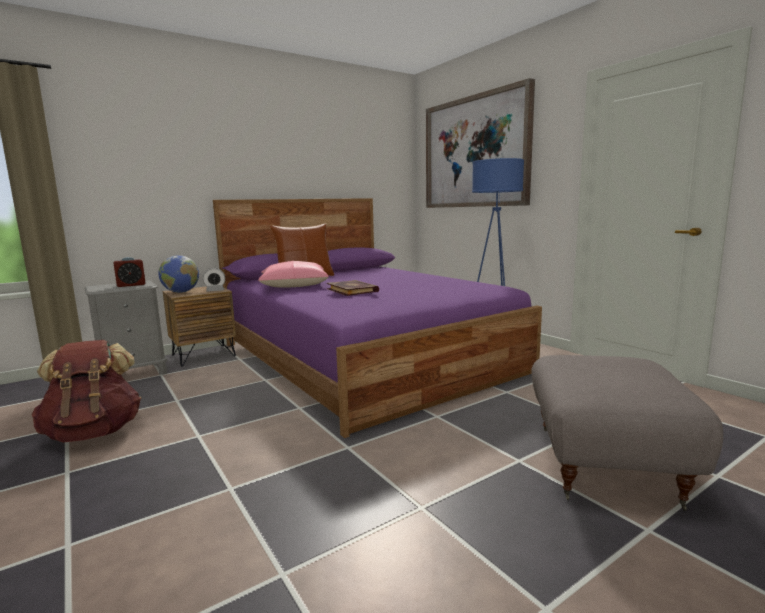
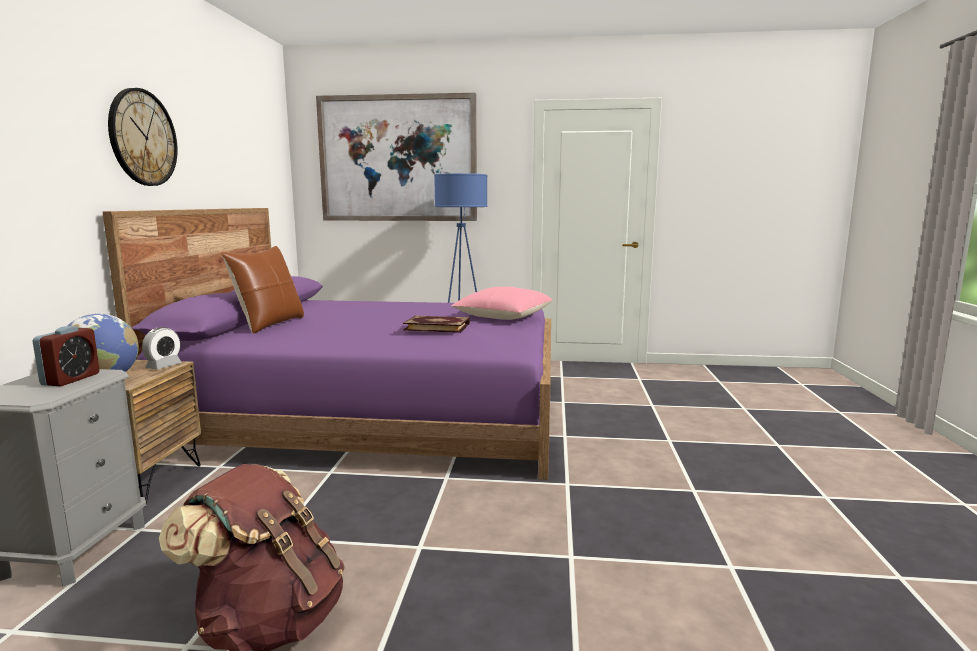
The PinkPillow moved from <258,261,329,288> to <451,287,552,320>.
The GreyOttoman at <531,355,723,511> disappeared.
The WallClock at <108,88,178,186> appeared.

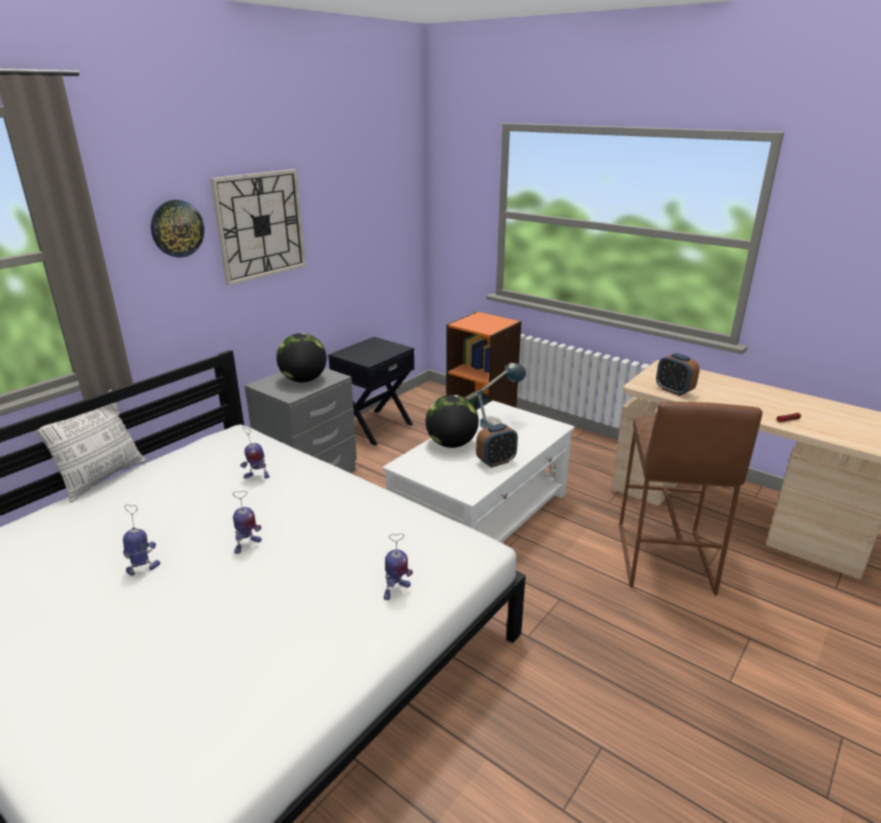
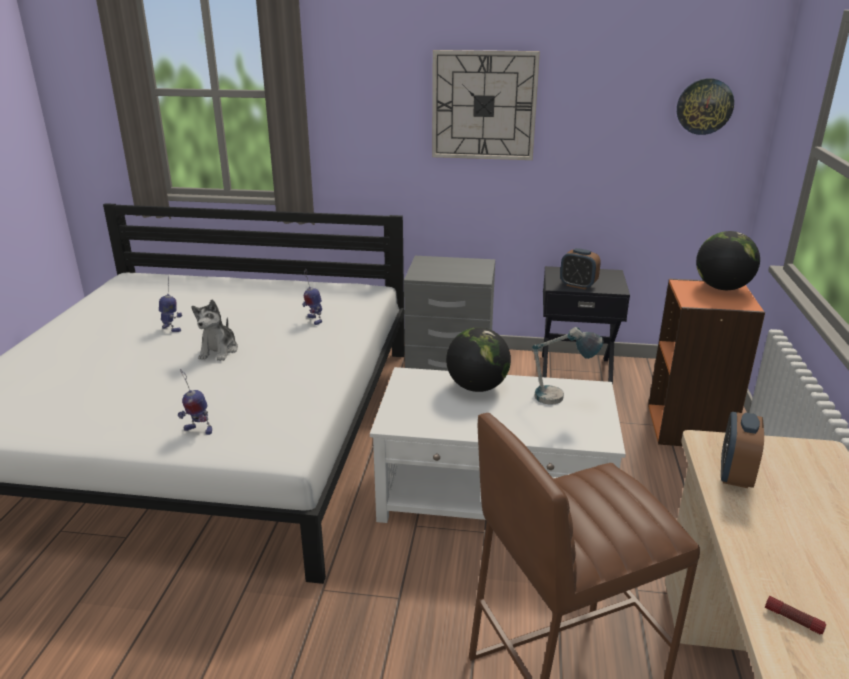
The Pillow at <35,390,146,503> disappeared.
The WallClock moved from <151,200,204,258> to <677,78,734,135>.
The ToyRobot at <233,491,262,554> was replaced by the PlushToy at <191,300,238,361>.
The Globe moved from <276,333,327,382> to <696,231,760,290>.
The AlarmClock moved from <476,424,518,468> to <560,248,601,290>.

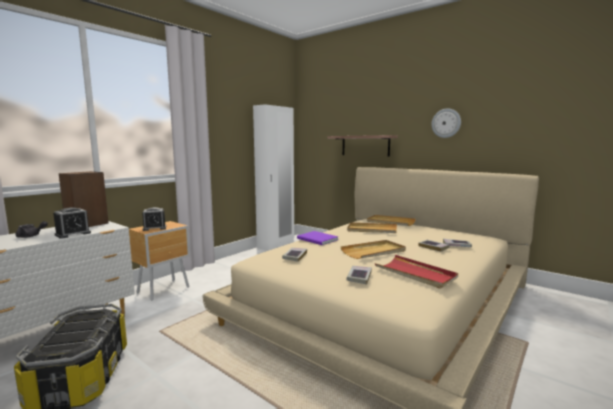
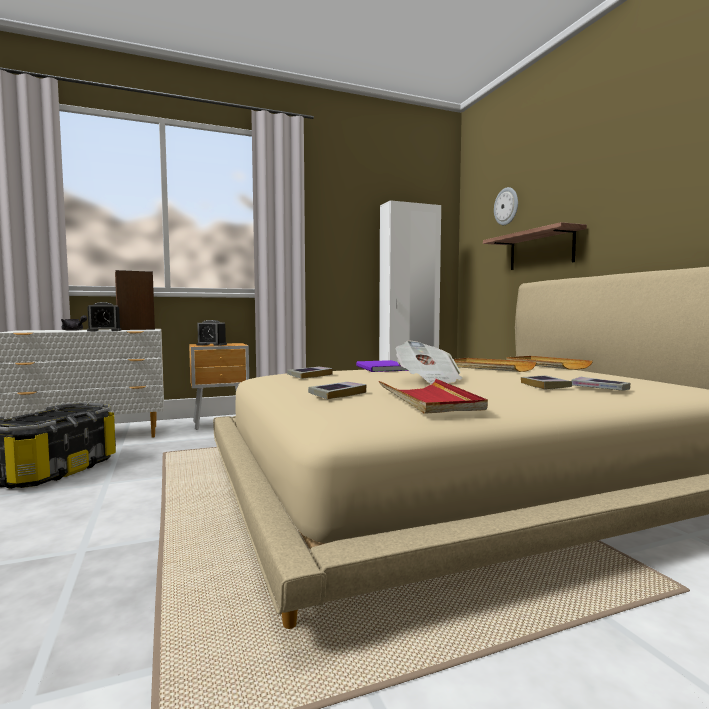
The BeigeTray at <341,240,406,259> was replaced by the Newspaper at <395,341,463,384>.
The WallClock moved from <431,108,461,138> to <494,187,518,225>.

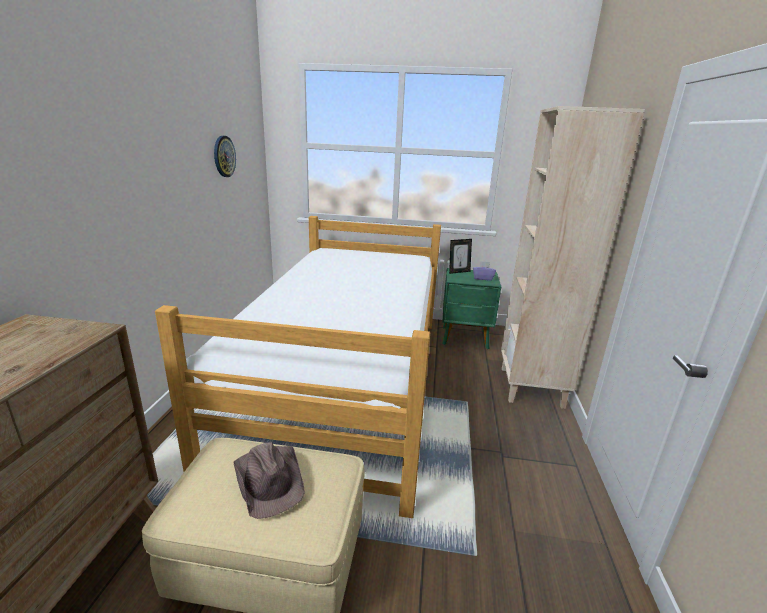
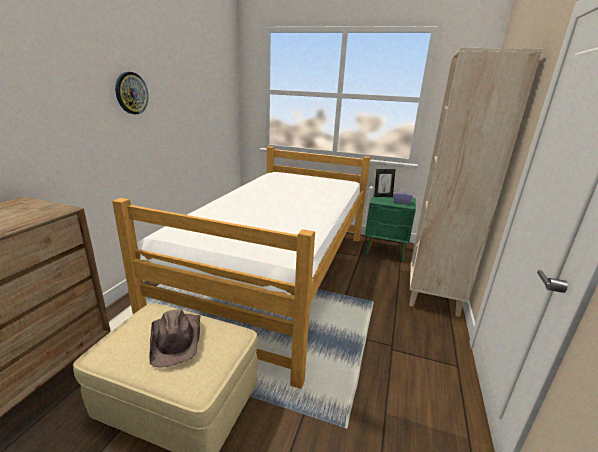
The WallClock moved from <214,136,236,177> to <115,72,148,114>.

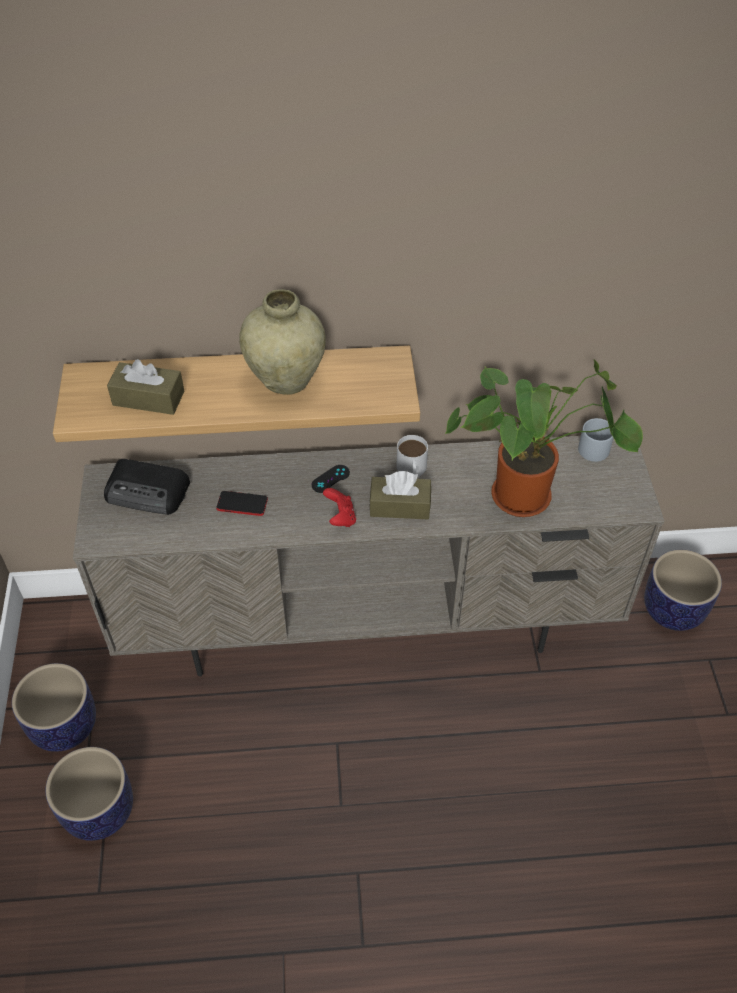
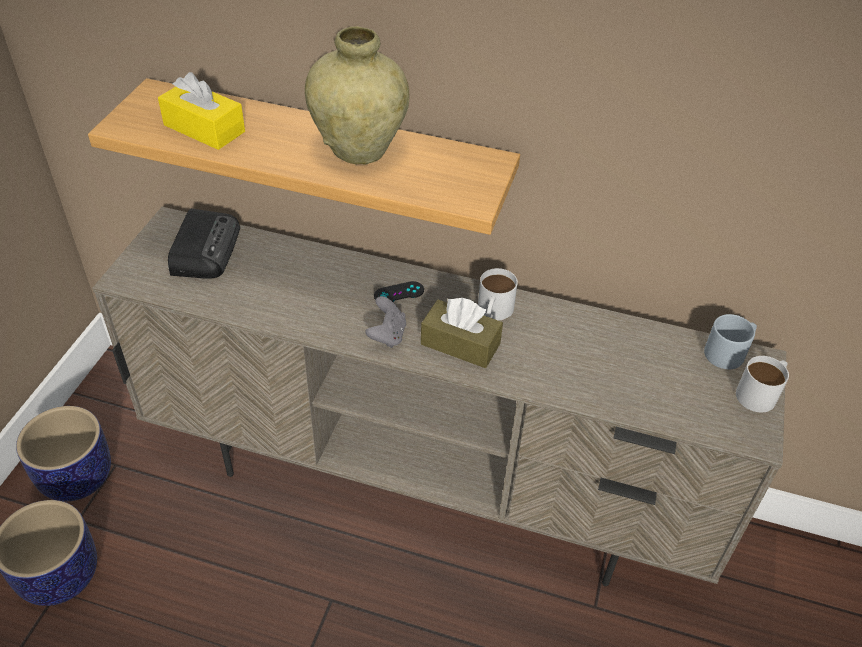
The Radio at <104,459,190,515> turned 120 degrees counterclockwise.
The BrownTissueBox at <107,359,184,415> became the YellowTissueBox at <158,72,245,150>.
The Phone at <216,491,268,516> disappeared.
The RedGameController at <323,488,356,527> became the GreyGameController at <366,296,406,348>.
The PottedPlant at <445,359,643,517> disappeared.
The Planter at <644,550,722,631> disappeared.
The WhiteMug at <736,356,789,412> appeared.

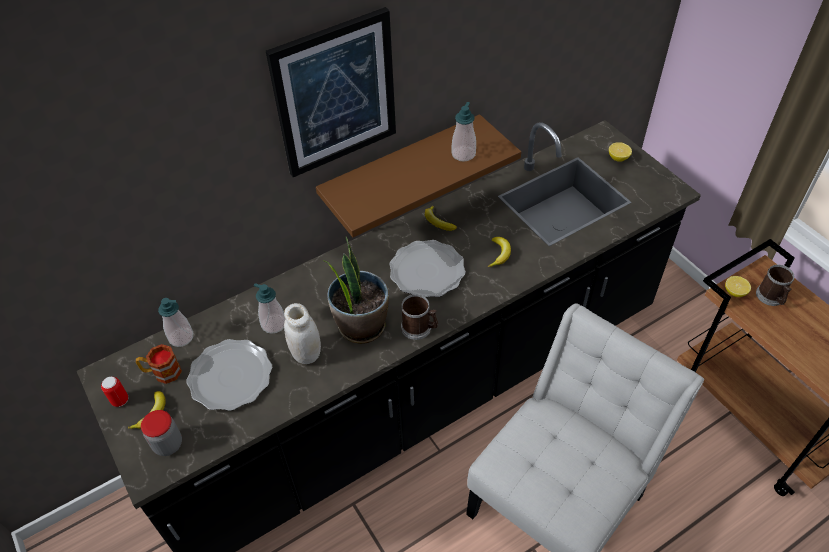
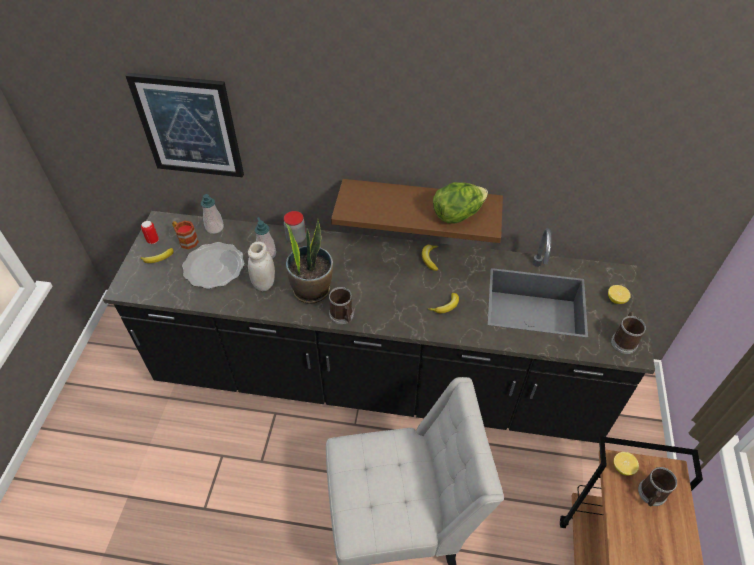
The Jar moved from <141,410,182,456> to <284,211,306,244>.
The Picture moved from <266,7,396,177> to <126,73,244,177>.
The Plate at <389,240,466,297> disappeared.
The SoapDispenser at <451,102,476,162> was replaced by the Lettuce at <433,182,488,223>.
The Mug at <611,311,646,354> appeared.

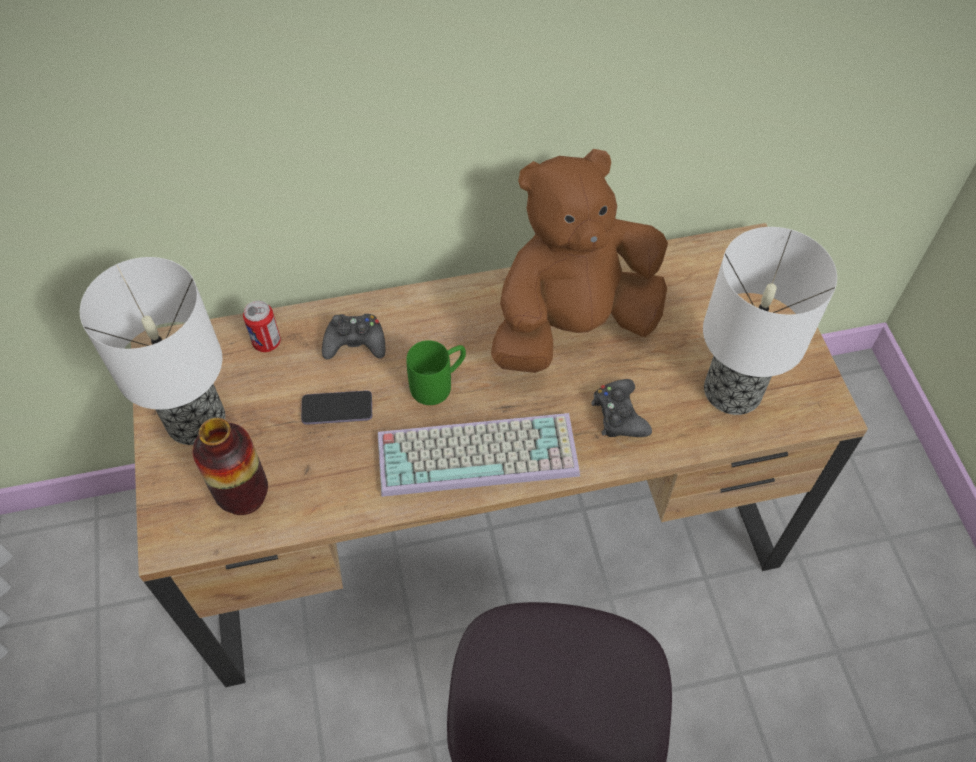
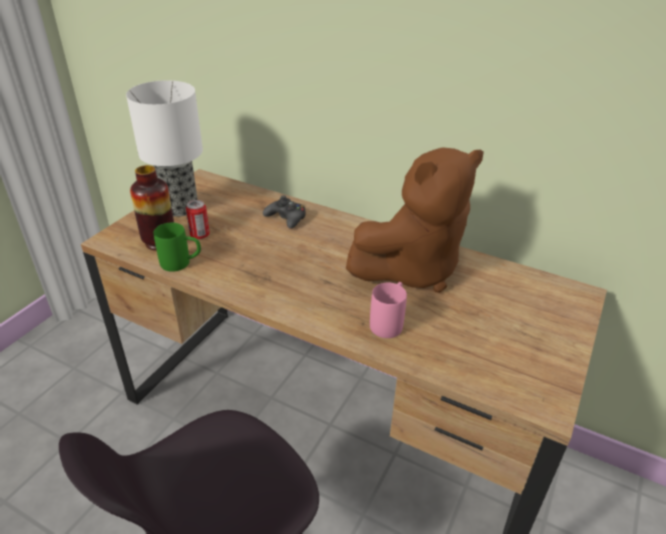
The Can moved from <243,301,281,352> to <186,200,210,239>.
The Phone at <301,390,372,425> disappeared.
The Keyboard at <378,413,580,497> disappeared.
The GreenMug moved from <406,340,466,405> to <154,223,201,272>.
The BrownPlushToy at <491,149,668,373> turned 135 degrees clockwise.
The BlackGameController at <591,379,652,437> was replaced by the PinkMug at <370,282,407,338>.
The TableLamp at <703,227,837,415> disappeared.

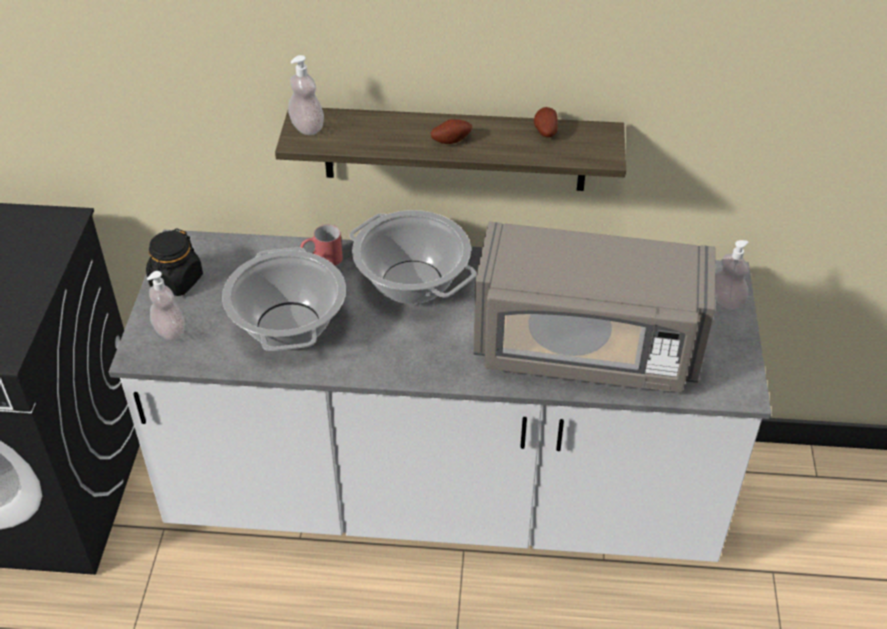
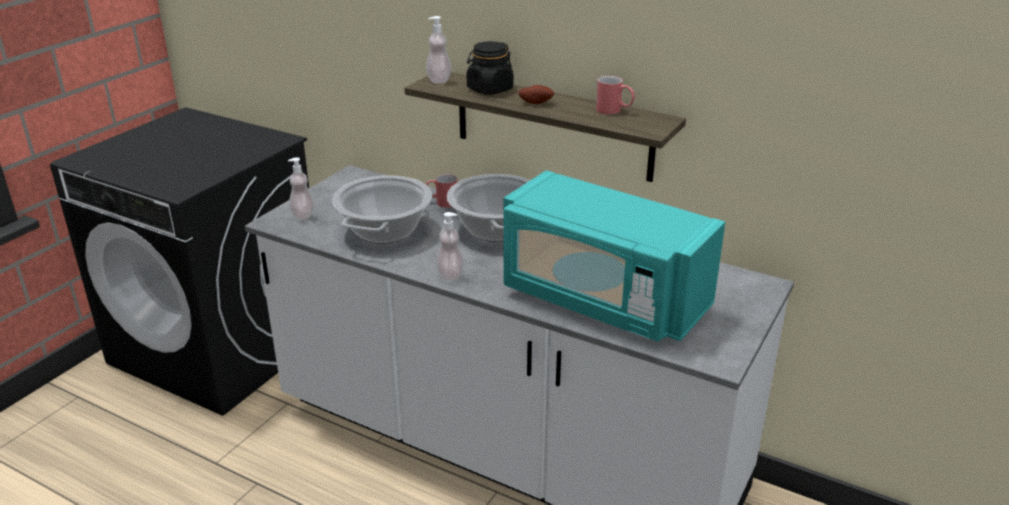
The BlackJar moved from <146,228,203,296> to <467,41,513,95>.
The GreyMicrowave at <473,221,716,392> became the TurquoiseMicrowave at <503,170,725,341>.
The Potato at <534,107,558,137> was replaced by the RedMug at <596,76,635,114>.
The SoapDispenser moved from <715,240,749,310> to <436,212,464,281>.

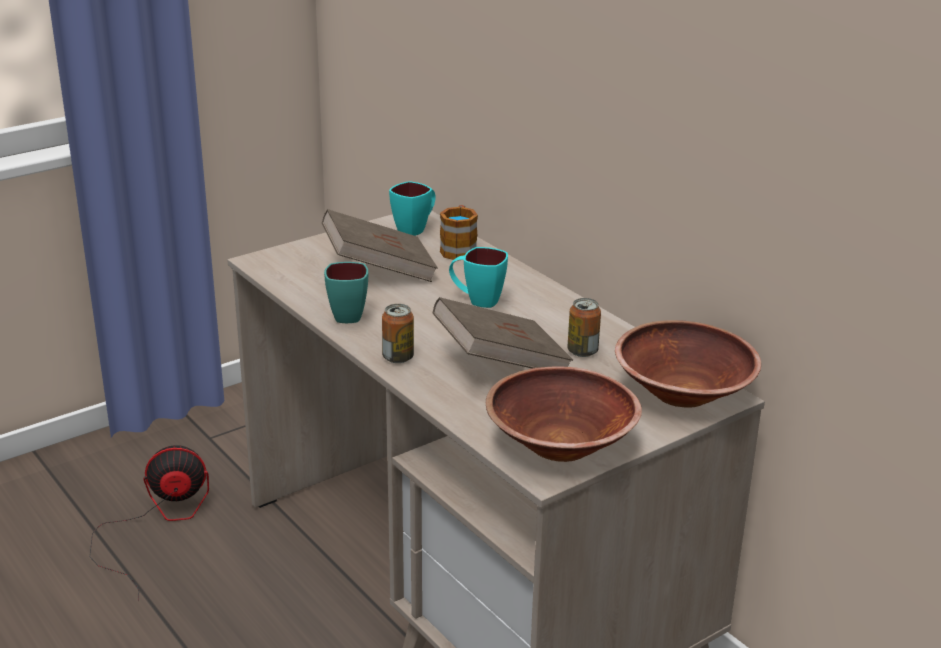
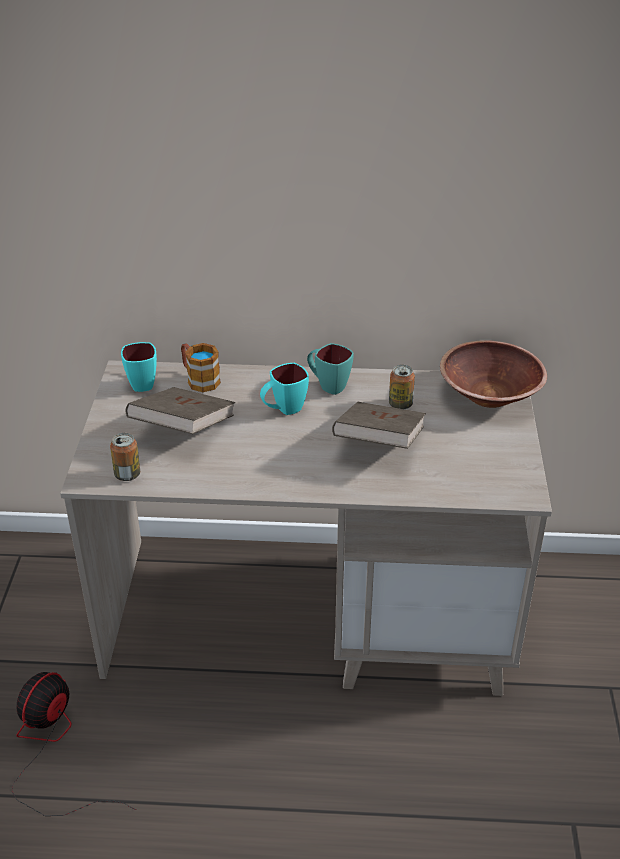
The TurquoiseMug moved from <324,262,368,323> to <307,343,354,395>.
The Can moved from <382,304,414,363> to <110,433,140,481>.
The BrownBowl at <486,366,642,462> disappeared.

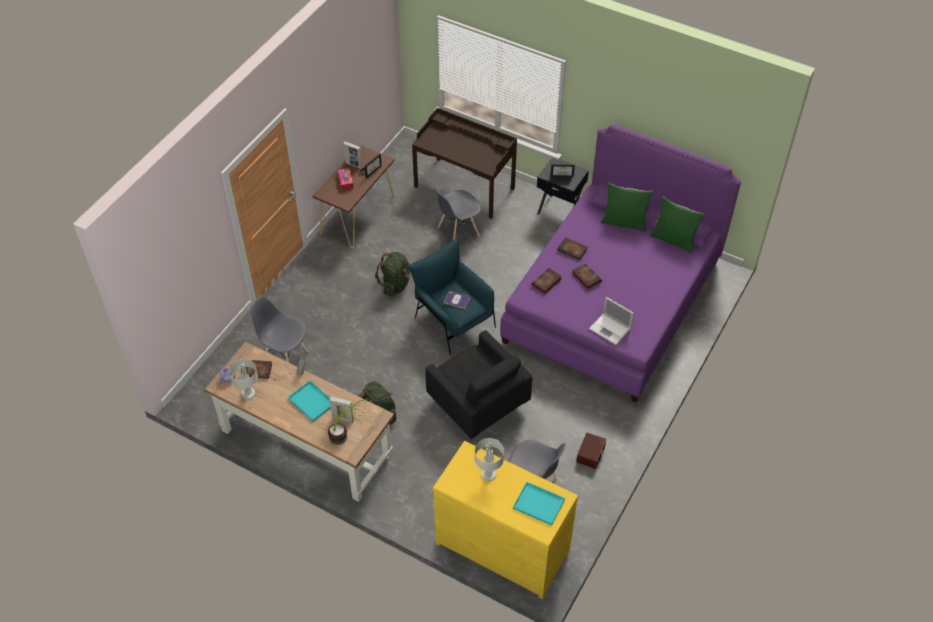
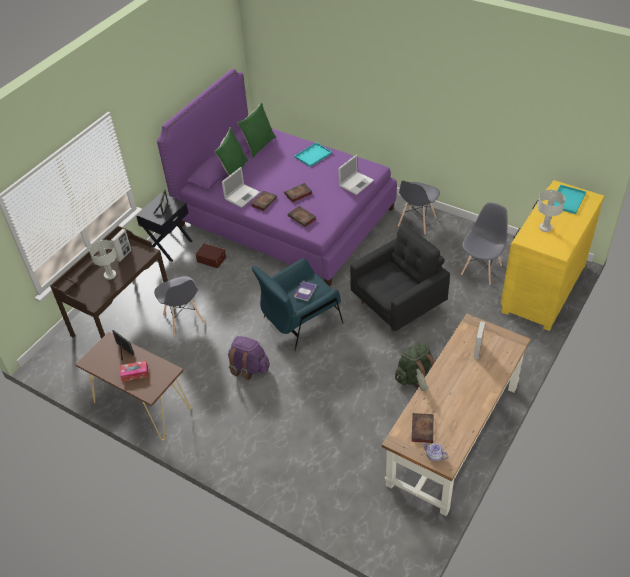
The GreyTableLamp moved from <229,359,258,399> to <89,240,117,280>.
The GreyChair moved from <250,295,309,362> to <398,181,440,234>.
The TurquoiseTray moved from <288,381,331,422> to <295,142,332,167>.
The PottedPlant at <328,398,369,445> disappeared.
The PictureFrame moved from <343,141,362,169> to <110,229,131,262>.
The GreenBackpack at <375,252,411,297> became the PurpleBackpack at <228,336,270,380>.
The BrownStorageBox moved from <576,433,606,469> to <196,243,226,268>.
The Laptop at <222,167,260,208> appeared.

